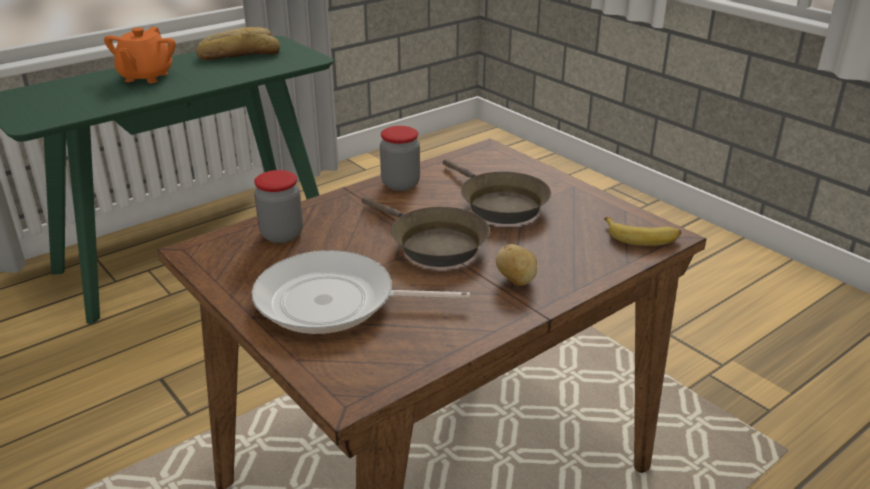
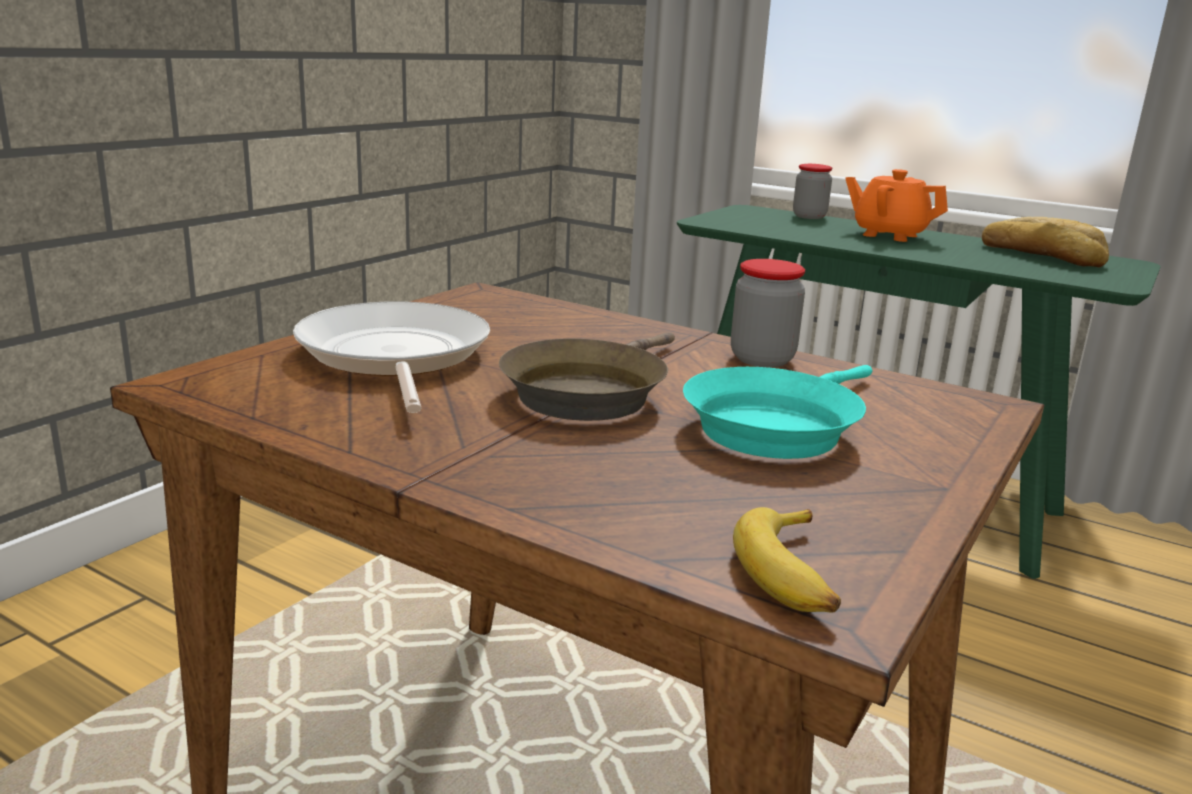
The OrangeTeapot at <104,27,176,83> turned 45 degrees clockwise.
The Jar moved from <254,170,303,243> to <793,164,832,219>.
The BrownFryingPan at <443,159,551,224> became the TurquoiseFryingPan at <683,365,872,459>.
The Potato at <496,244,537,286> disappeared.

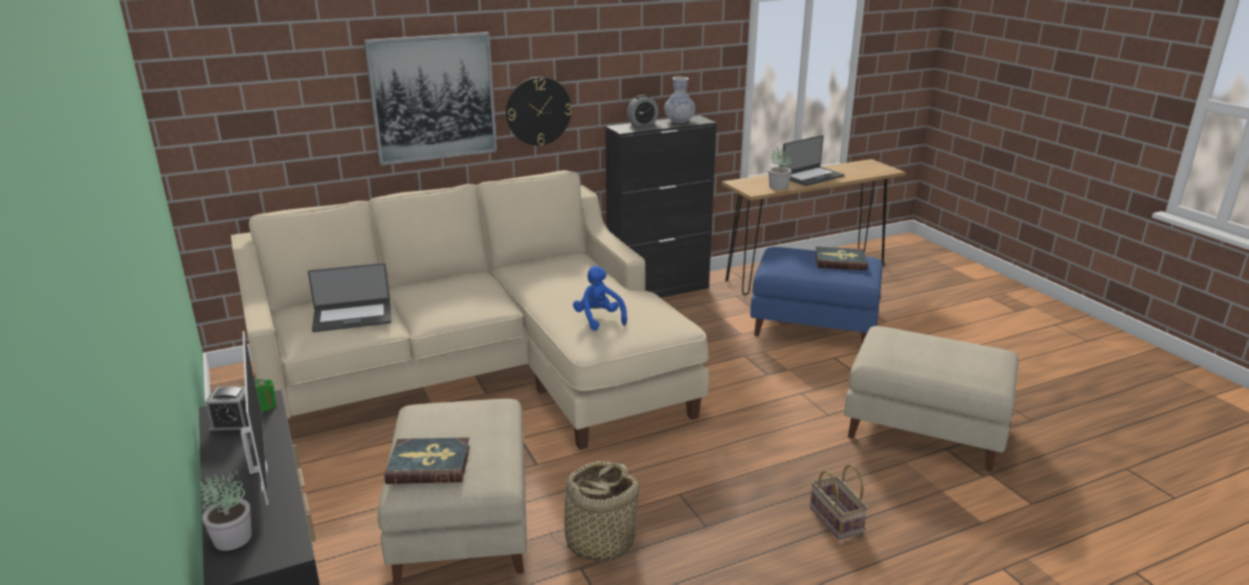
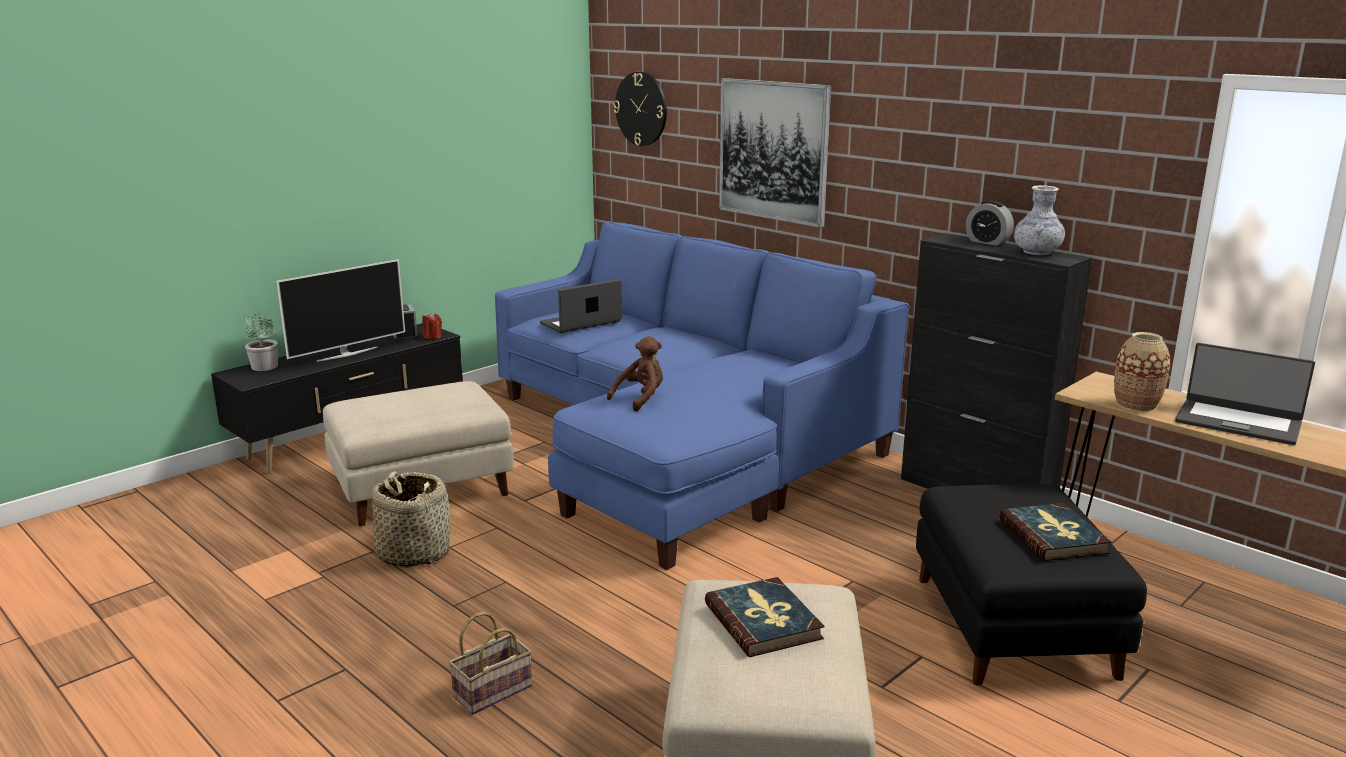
The BeigeSofa at <231,170,709,450> became the BlueSofa at <495,221,909,570>.
The GreenCandle at <255,379,277,412> became the RedCandle at <422,313,442,339>.
The Laptop at <308,263,391,332> turned 90 degrees clockwise.
The Book moved from <384,437,470,484> to <705,577,824,657>.
The WallClock moved from <506,77,572,145> to <614,72,667,146>.
The BluePlushToy at <573,266,627,331> became the BrownPlushToy at <607,336,663,411>.
The BlueOttoman at <750,247,883,343> became the BlackOttoman at <916,484,1147,685>.
The PottedPlant at <768,147,792,190> was replaced by the Vase at <1114,332,1170,412>.

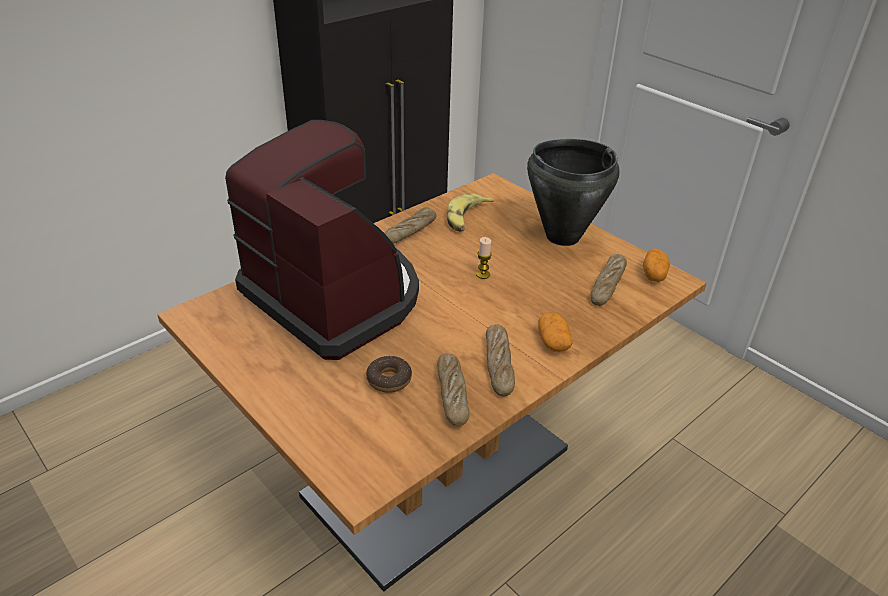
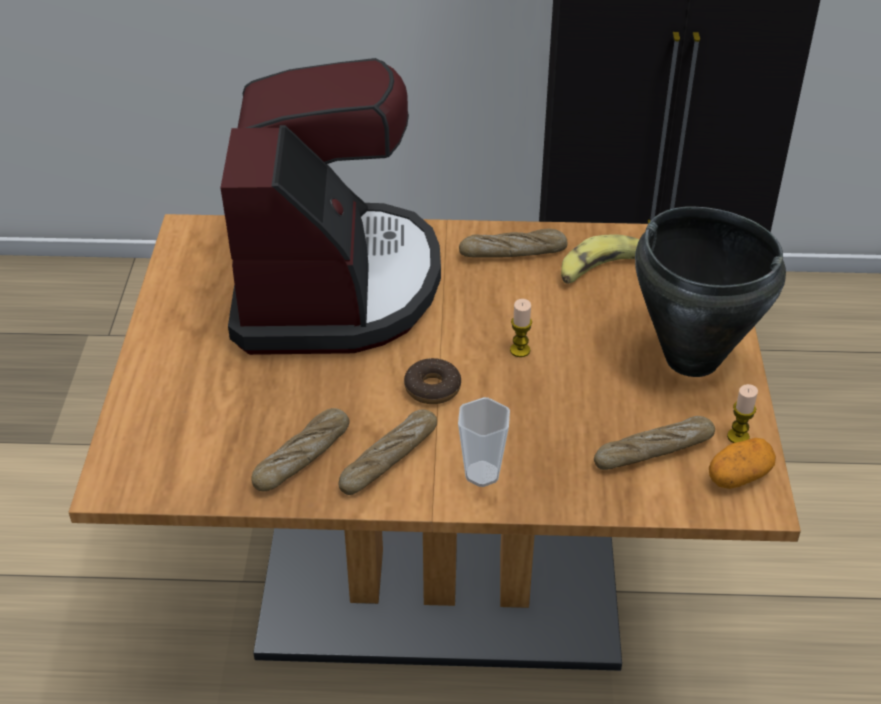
The Donut moved from <366,356,412,393> to <404,358,461,404>.
The Potato at <538,312,573,352> was replaced by the Cup at <458,397,510,487>.
The Candle at <727,384,758,443> appeared.

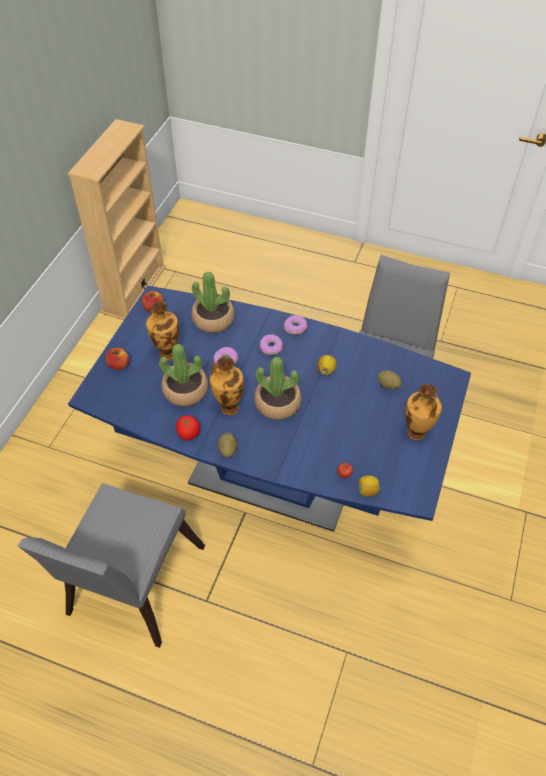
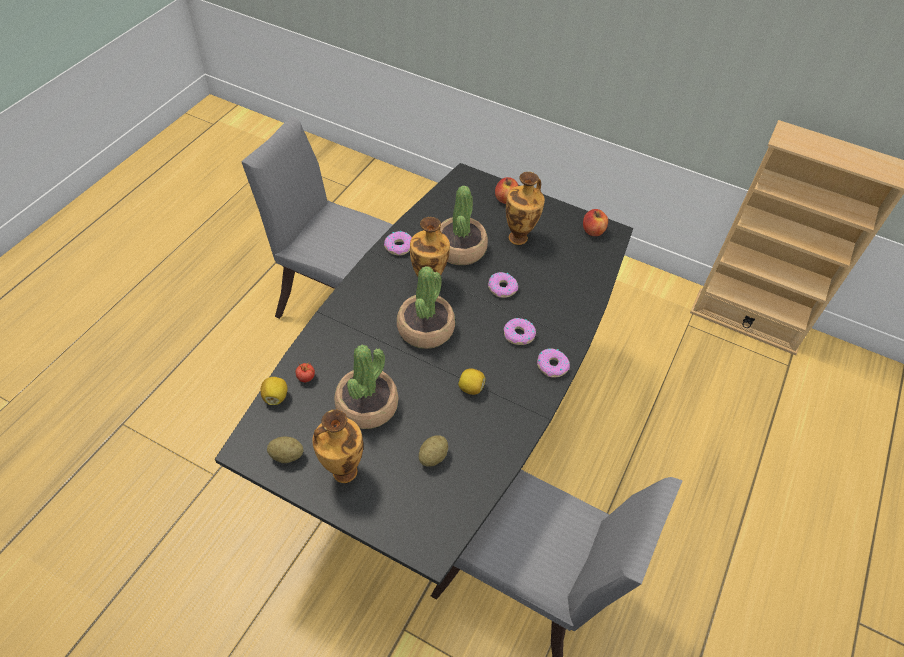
The BlueDiningTable at <68,285,471,532> became the BlackDiningTable at <215,163,633,585>.
The Tomato at <176,415,200,441> was replaced by the Donut at <384,231,412,256>.
The PottedPlant moved from <191,271,235,333> to <334,345,399,429>.
The Potato moved from <218,433,238,458> to <267,437,303,463>.

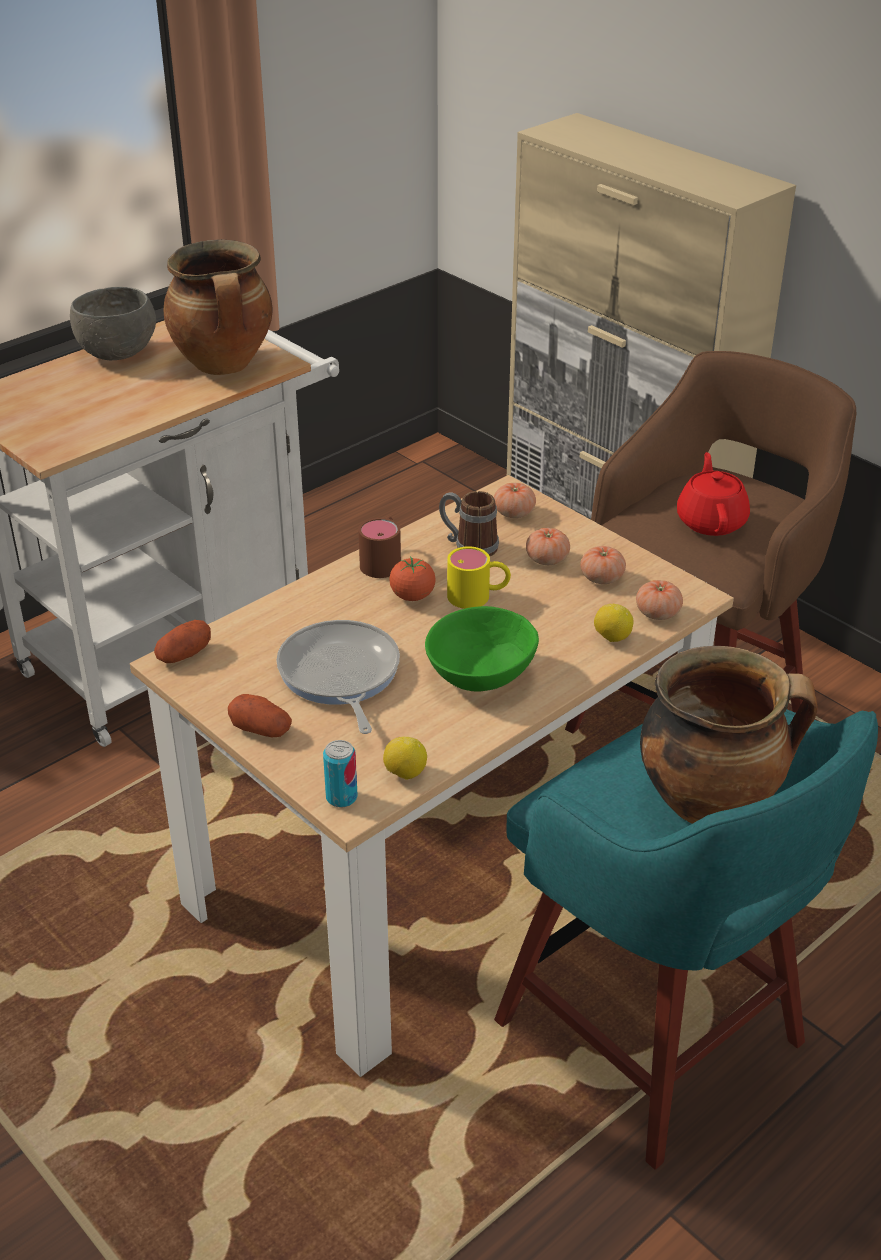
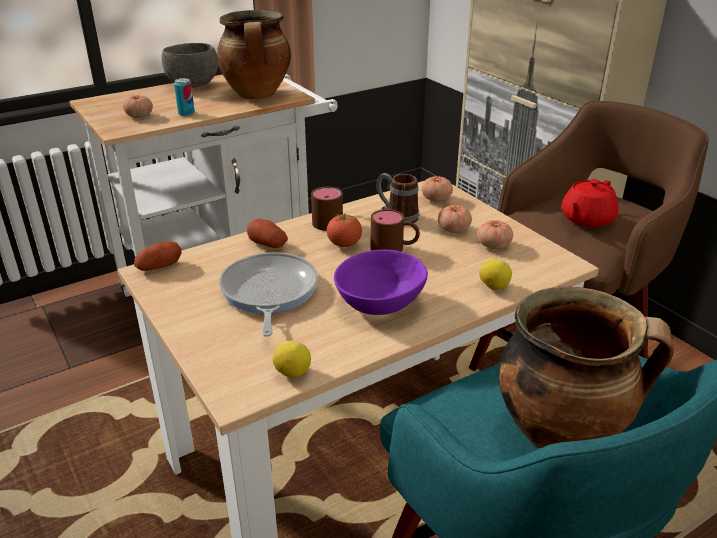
The Potato moved from <228,694,292,737> to <247,219,288,248>.
The Can moved from <323,740,358,808> to <174,78,195,116>.
The GreenBowl at <425,606,539,692> became the PurpleBowl at <334,250,428,315>.
The YellowMug at <447,546,511,609> became the BrownMug at <371,209,420,252>.
The Tomato moved from <636,580,683,620> to <123,95,153,118>.
The RedTeapot at <677,452,750,536> turned 150 degrees counterclockwise.

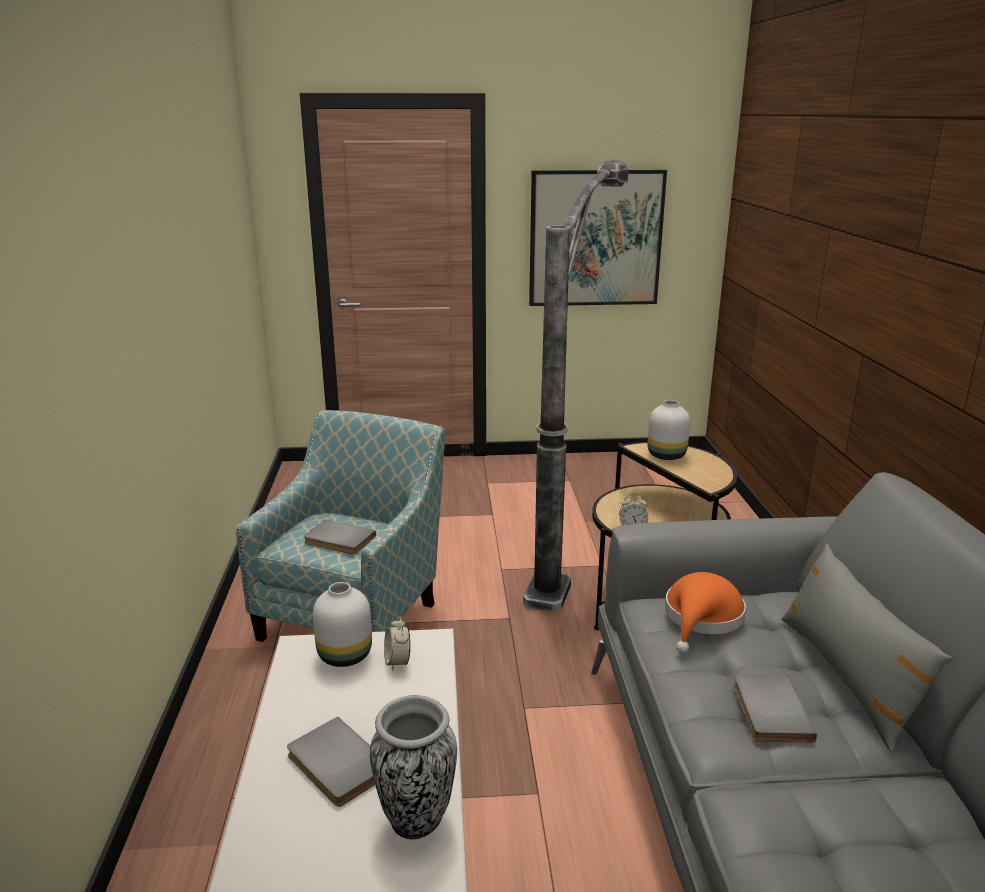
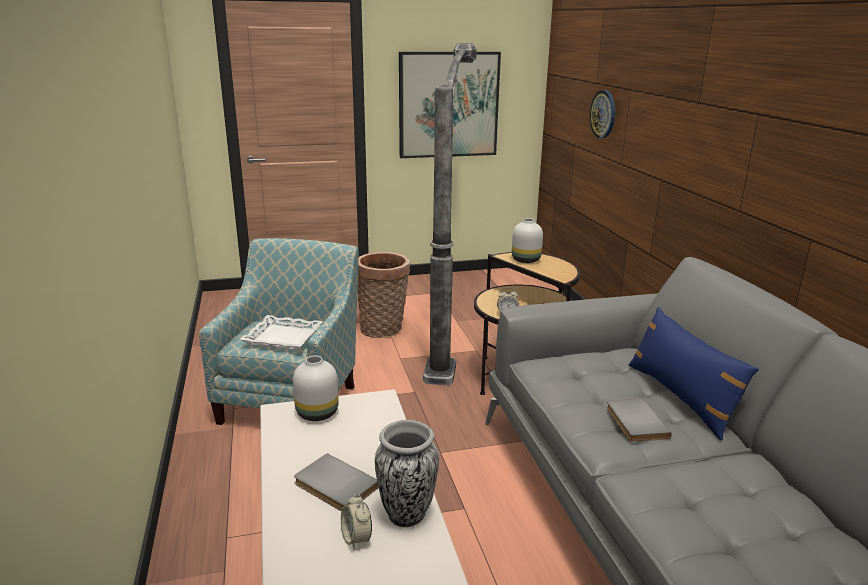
The GreyBook at <304,520,376,554> was replaced by the WhiteTray at <239,315,323,350>.
The AlarmClock moved from <384,617,411,671> to <341,494,372,549>.
The OrangeHat at <665,572,746,653> disappeared.
The GreyPillow at <782,543,952,753> became the BluePillow at <628,307,759,440>.
The Basket at <357,252,410,338> appeared.
The WallClock at <590,90,615,138> appeared.

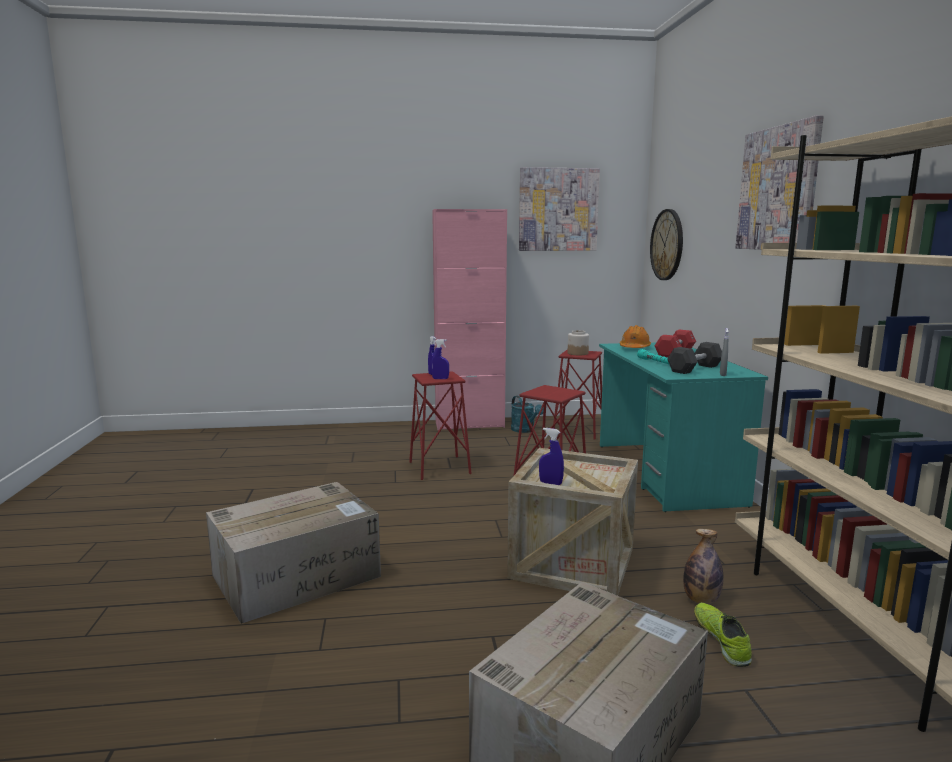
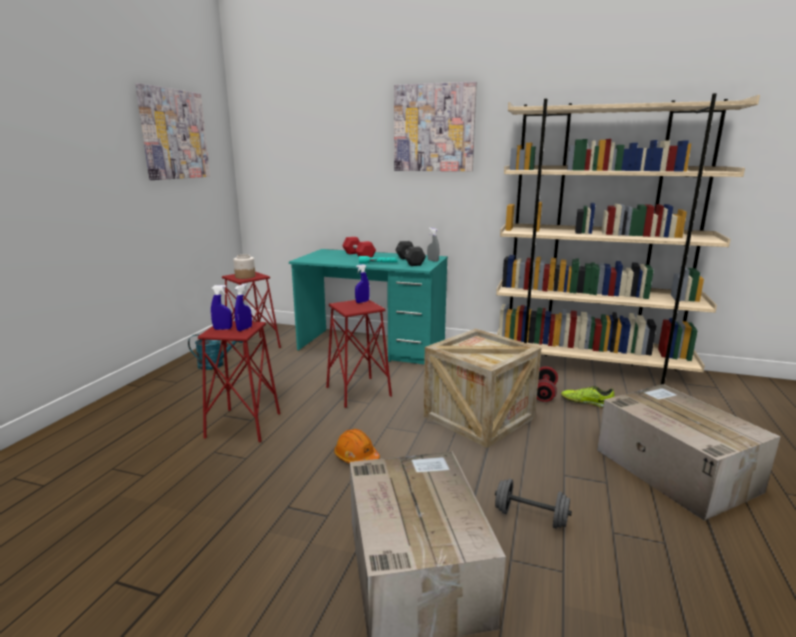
The PinkCabinet at <432,209,507,430> disappeared.
The BlueSprayBottle moved from <539,428,564,485> to <355,264,370,303>.
The OrangeHardHat moved from <620,325,651,348> to <334,429,380,464>.
The WallClock at <650,209,683,280> disappeared.
The Bottle at <683,529,724,604> was replaced by the RedDumbbell at <537,366,558,402>.
The GreyDumbbell at <495,479,572,529> appeared.

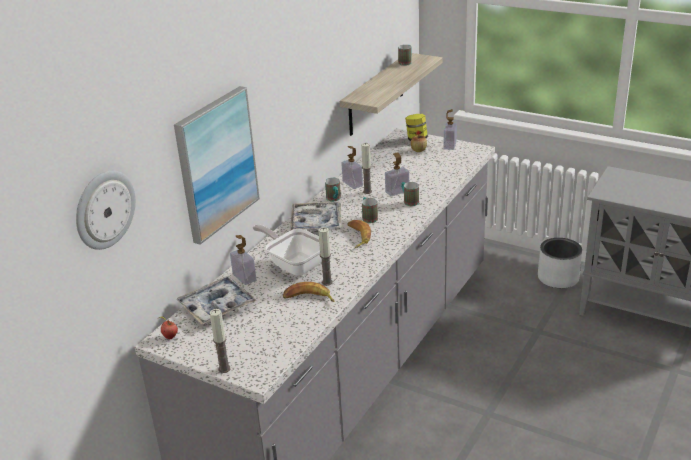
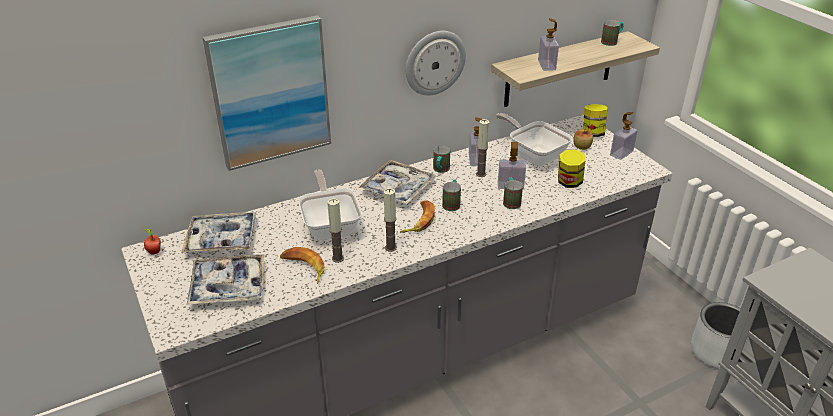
The WallClock moved from <76,171,136,250> to <406,31,466,96>.
The Candle moved from <210,309,231,373> to <384,188,397,252>.
The SoapDispenser moved from <230,235,256,285> to <538,18,559,71>.
The Tray at <187,254,264,305> appeared.
The FryingPan at <496,113,573,166> appeared.
The Jar at <558,149,585,188> appeared.

